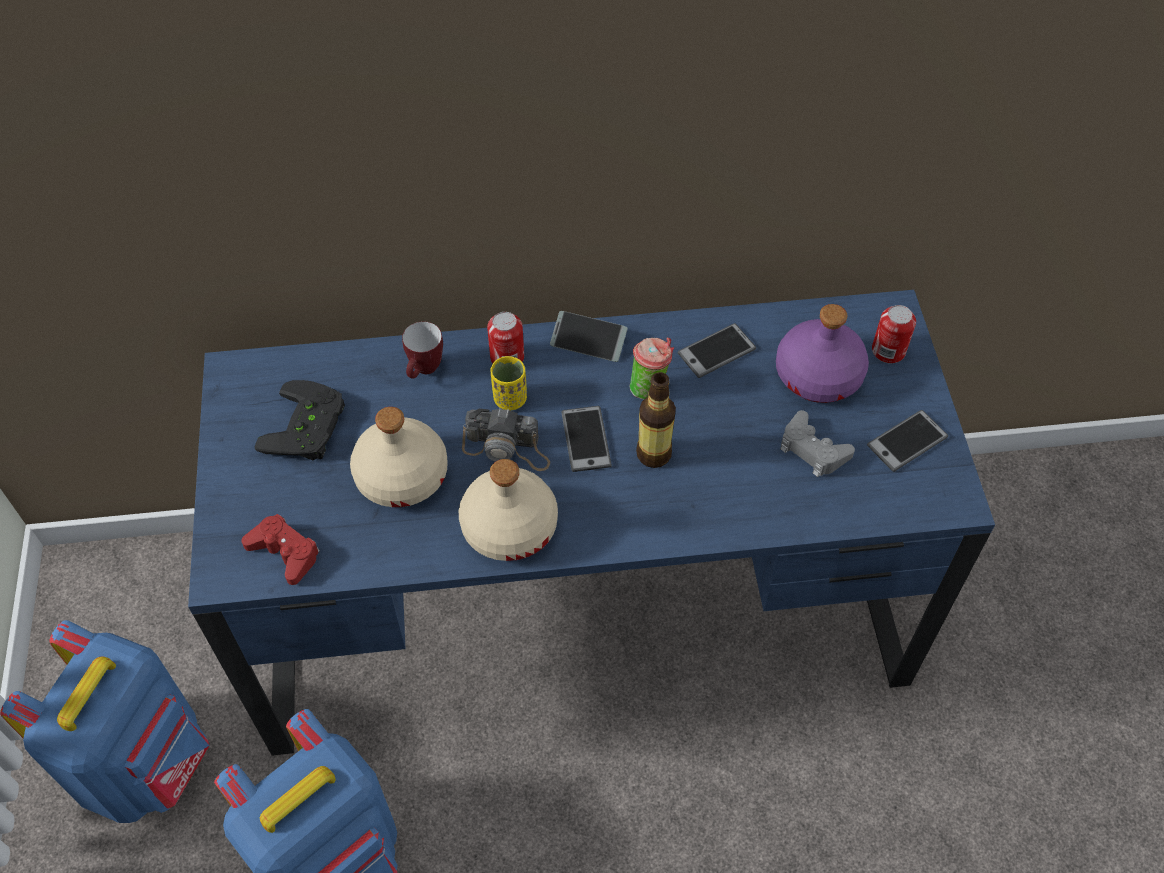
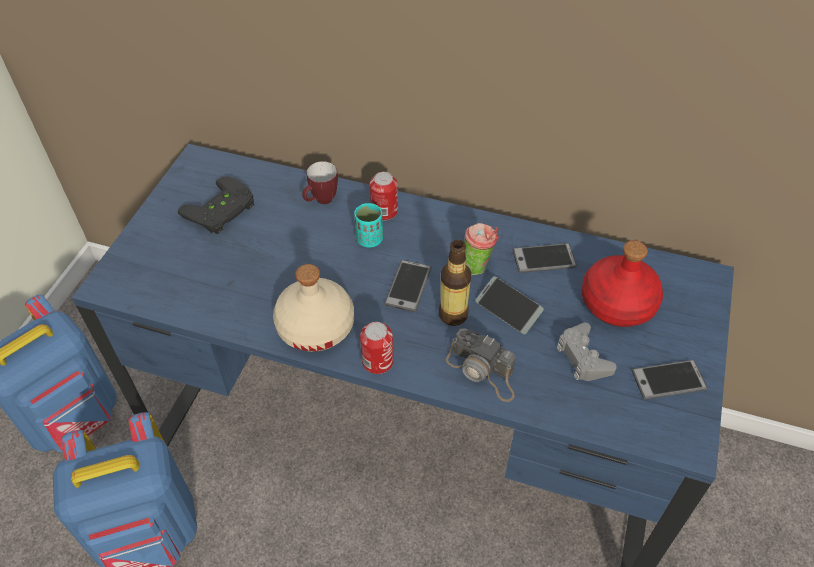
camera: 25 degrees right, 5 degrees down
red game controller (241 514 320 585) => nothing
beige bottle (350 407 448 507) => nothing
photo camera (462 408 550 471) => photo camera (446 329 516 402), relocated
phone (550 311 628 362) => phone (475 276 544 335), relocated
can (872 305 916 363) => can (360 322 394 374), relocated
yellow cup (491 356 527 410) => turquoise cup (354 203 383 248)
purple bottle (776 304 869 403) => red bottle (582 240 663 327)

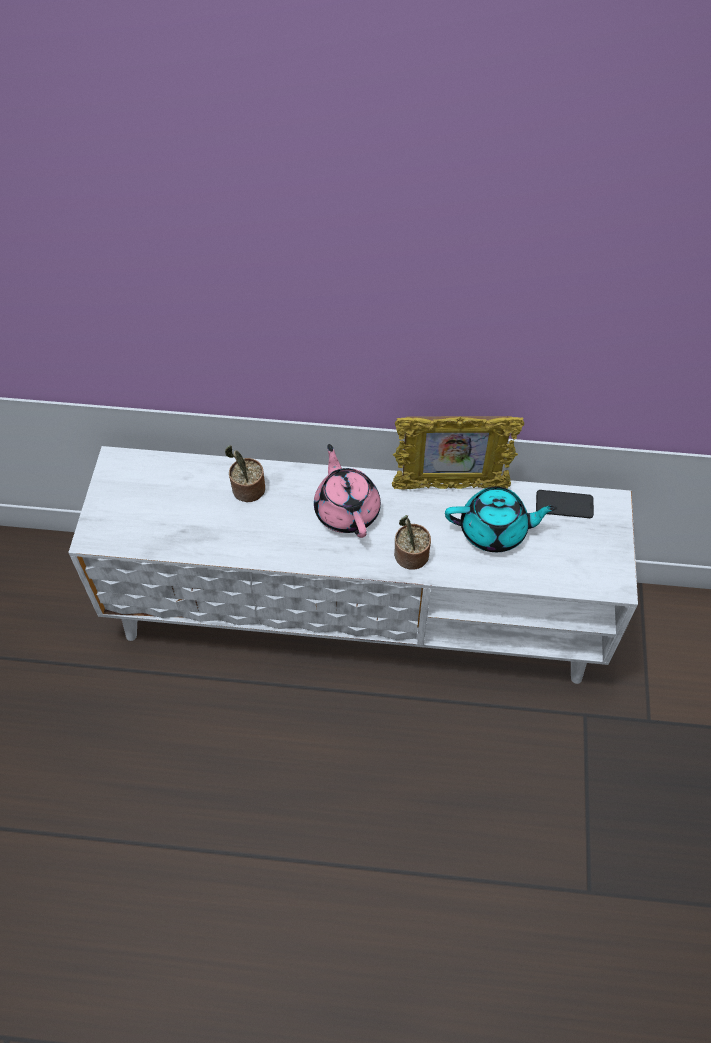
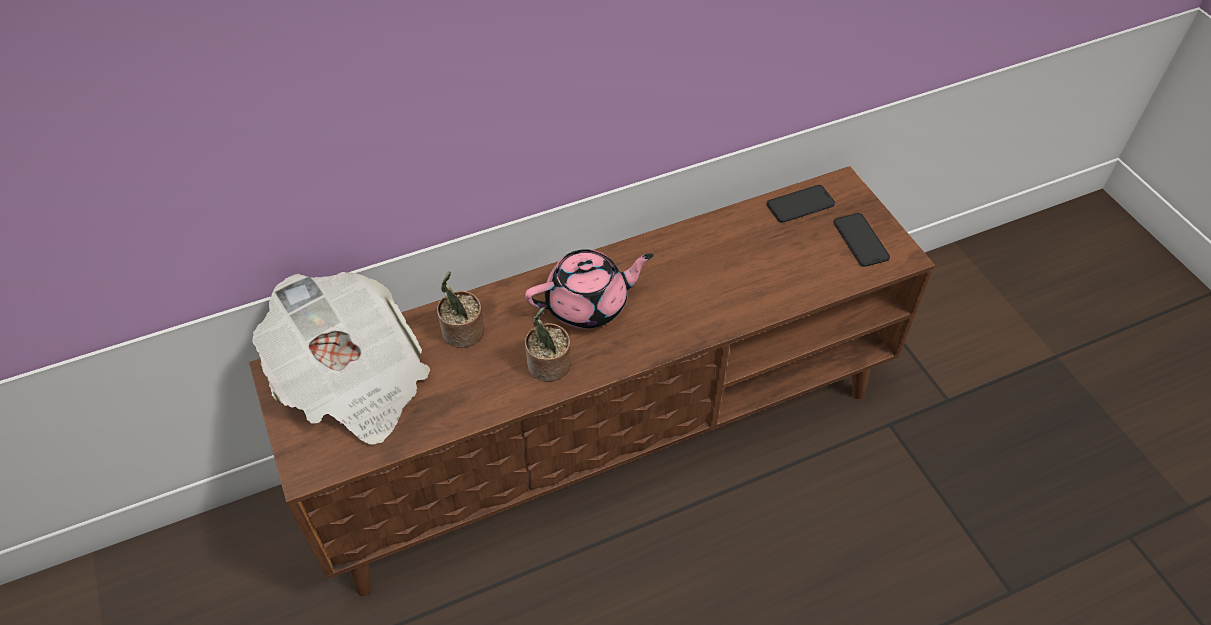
camera: 30 degrees left, 5 degrees down
picture frame (392 416 524 490) => nothing
turquoise teapot (445 487 557 552) => nothing
nothing => newspaper (253 272 430 445)
nothing => phone (833 213 890 267)
potted plant (394 515 431 569) => potted plant (525 307 571 382), relocated
white tv stand (68 446 638 684) => brown tv stand (249 166 935 596)
pink teapot (314 444 381 538) => pink teapot (525 249 653 329), 120 degrees clockwise

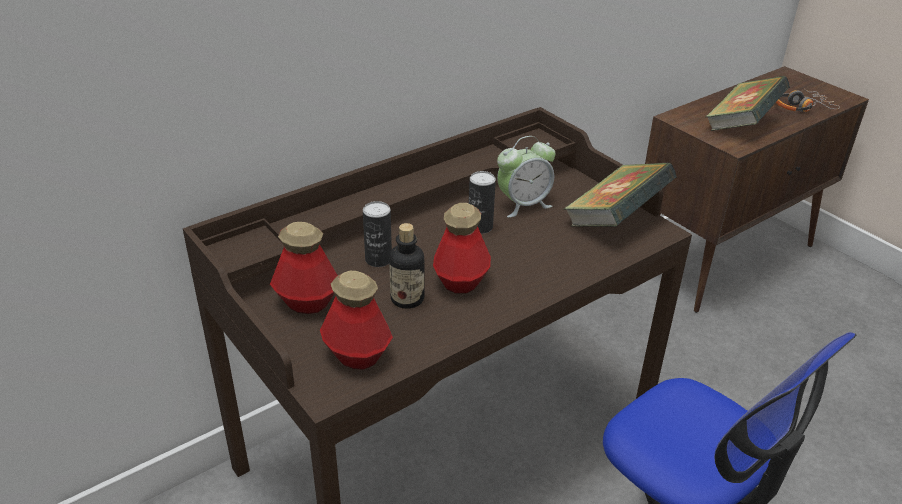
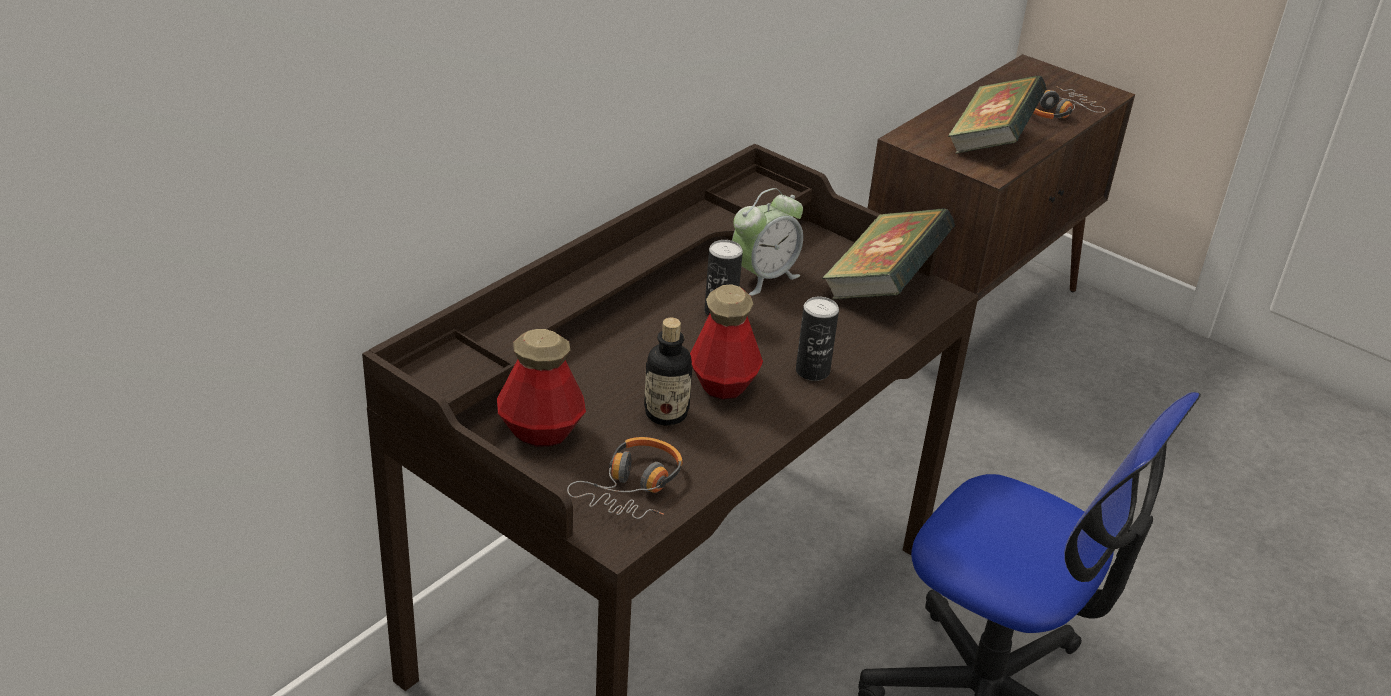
camera: 15 degrees left, 0 degrees up
can (363 201 392 267) => can (796 297 839 381), relocated
bottle (320 271 393 370) => headphones (567 437 683 519)

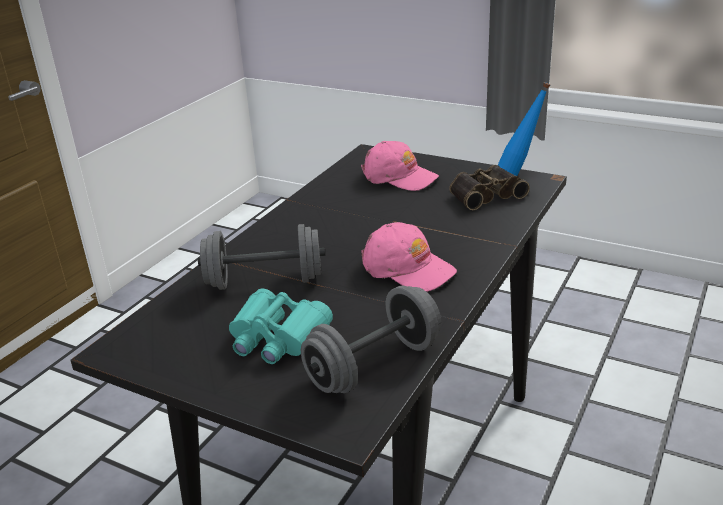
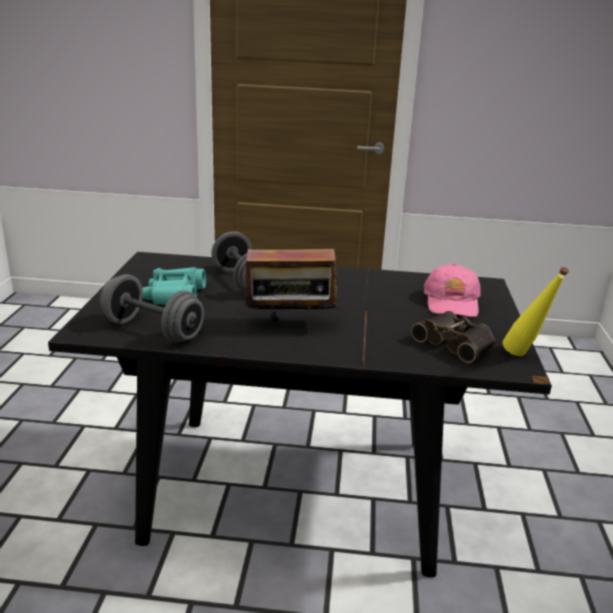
camera: 65 degrees right, 5 degrees down
pink cap (361 222 457 292) => radio (239 230 342 325)
blue bottle (498 82 550 176) => yellow bottle (503 267 569 356)

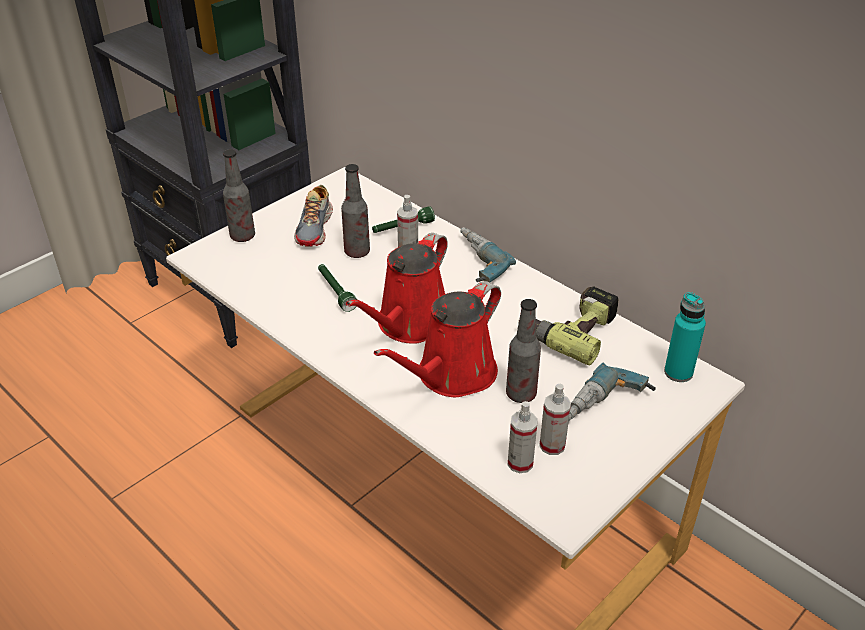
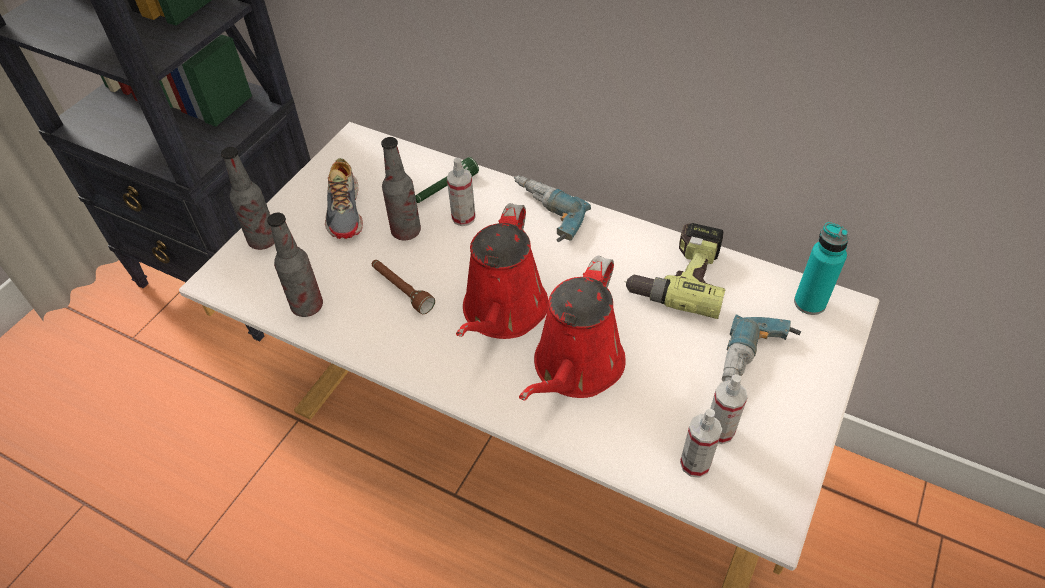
camera: 15 degrees left, 10 degrees up
bottle (506 299 541 403) => bottle (267 213 323 317), relocated
green flashlight (318 264 357 312) => brown flashlight (372 260 435 314)

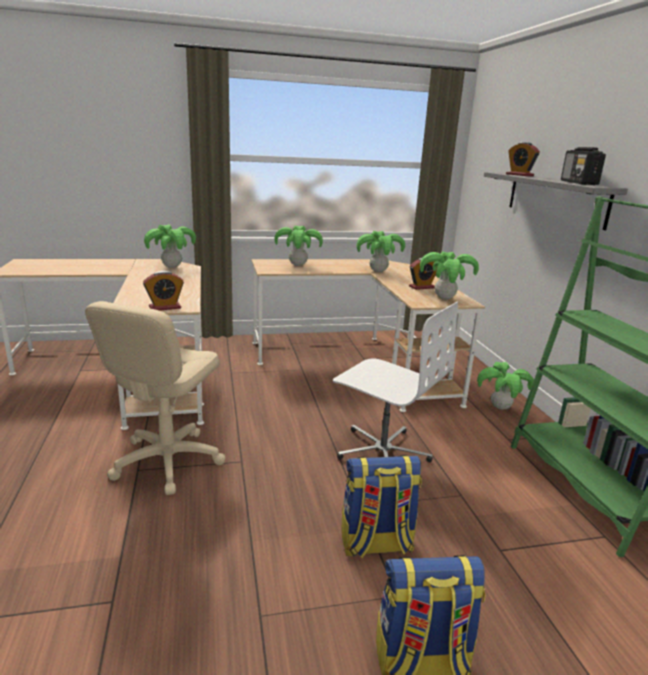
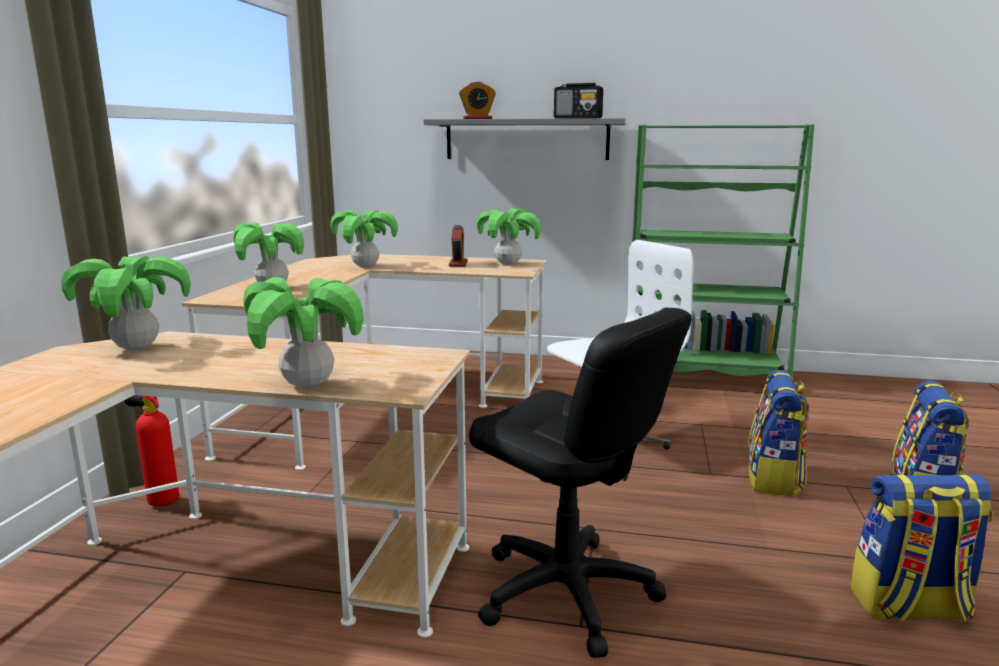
camera: 65 degrees left, 5 degrees down
alarm clock (143 271 184 311) => nothing
nothing => fire extinguisher (124 395 179 506)
nothing => backpack (851 474 993 622)
potted plant (477 362 534 410) => potted plant (243 277 364 388), relocated
beige office chair (85 301 226 495) => black office chair (469 307 692 658)

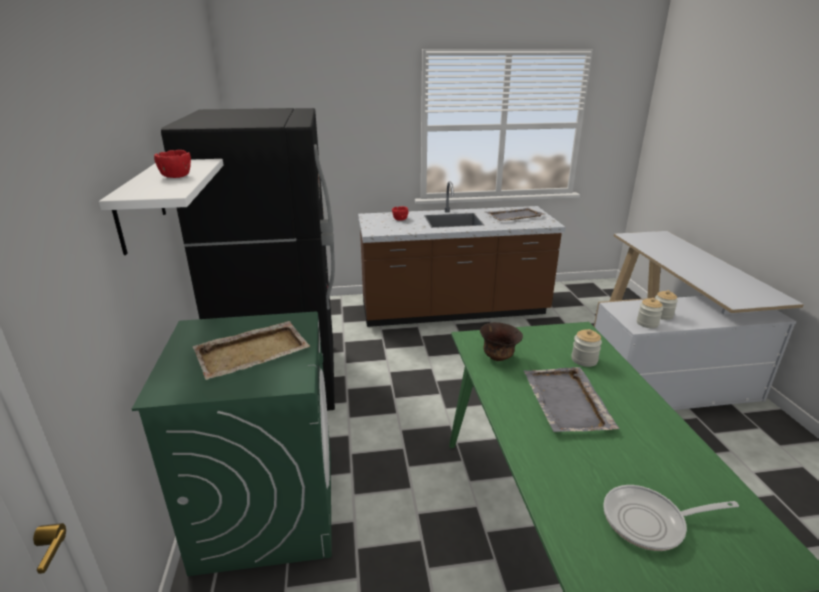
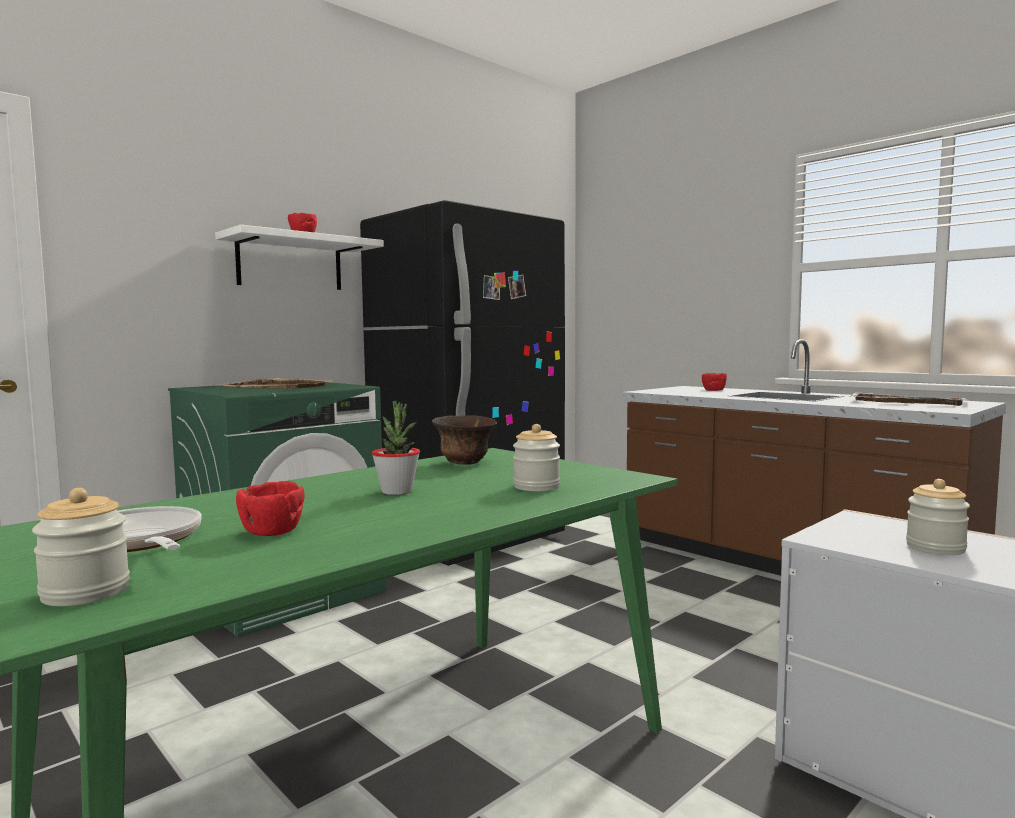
camera: 55 degrees right, 20 degrees down
nothing => red bowl (236 481 305 536)
jar (637 298 663 328) => jar (32 488 130 606), relocated
grey tray (523 367 620 432) => potted plant (372 401 420 495)

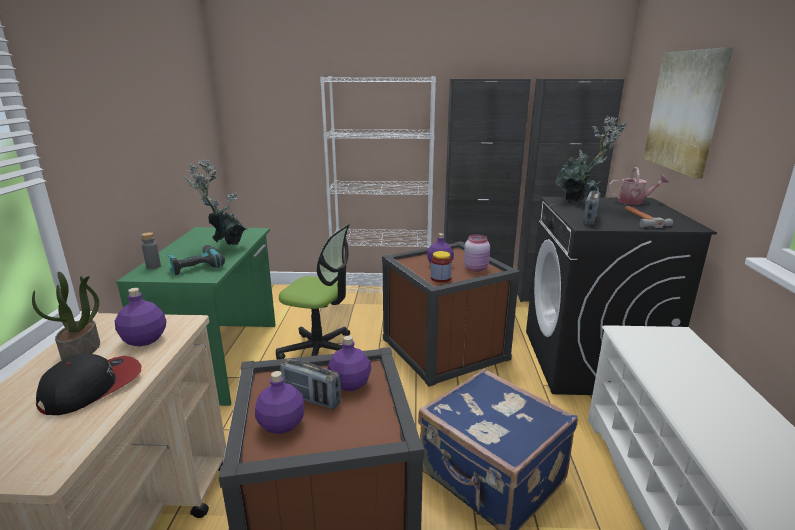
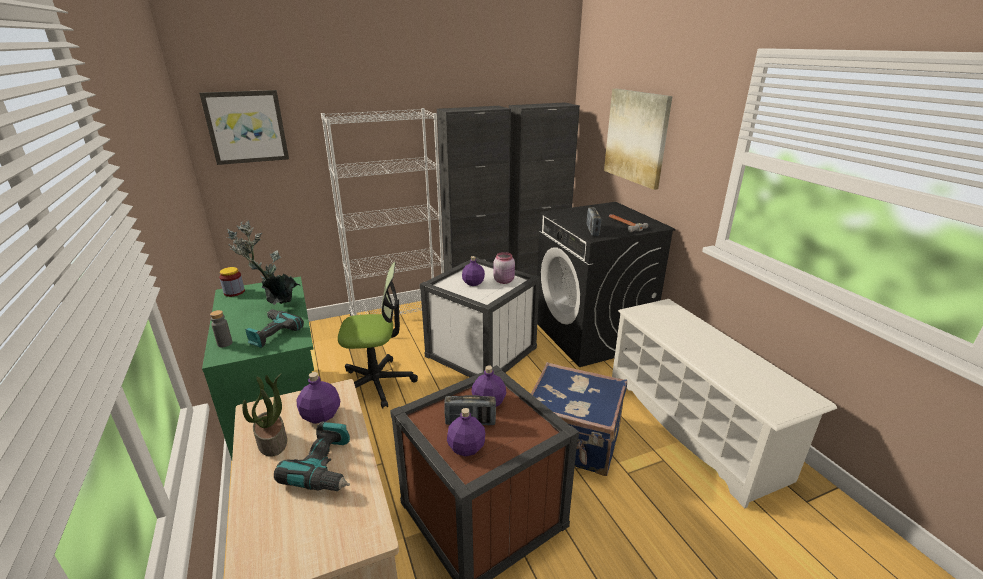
camera: 25 degrees left, 5 degrees up
potted plant (556 116 627 206) => nothing
watering can (609 167 669 205) => nothing
nothing => picture (199 90 289 165)
jar (431 251 452 282) => jar (219 267 245 297), relocated
cap (36 353 141 415) => power drill (274 421 350 491)
brown storage box (382 241 520 387) => white storage box (420 257 540 377)

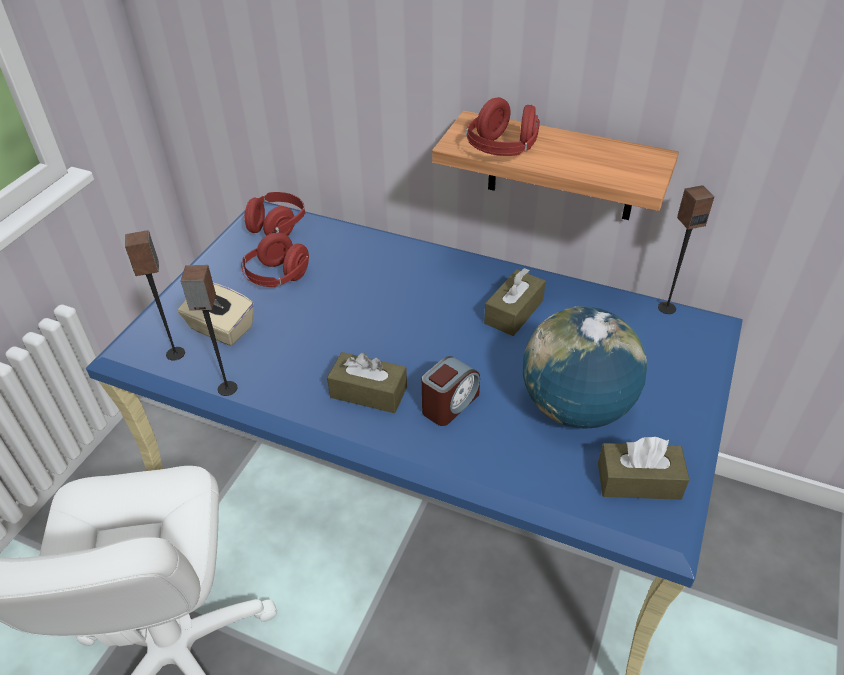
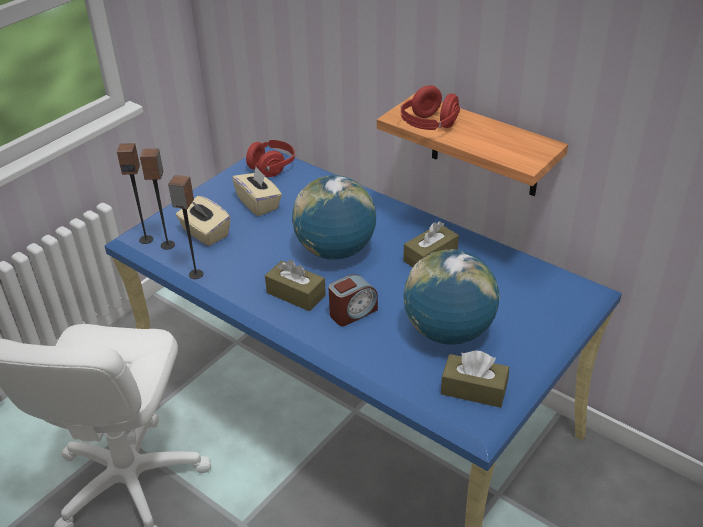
camera: 15 degrees right, 5 degrees down
nothing => globe (292 175 376 259)
speaker (658 185 714 314) => speaker (117 143 153 244), relocated
red headphones (241 233 309 287) => beige tissue box (232 167 282 216)

